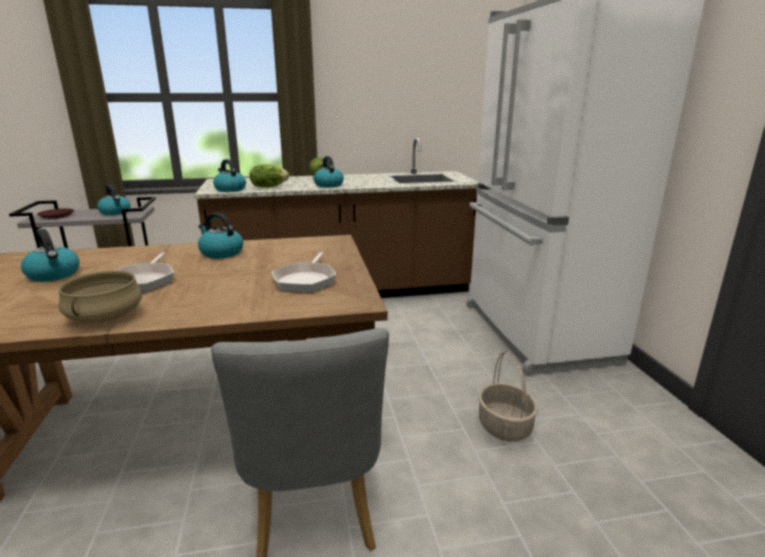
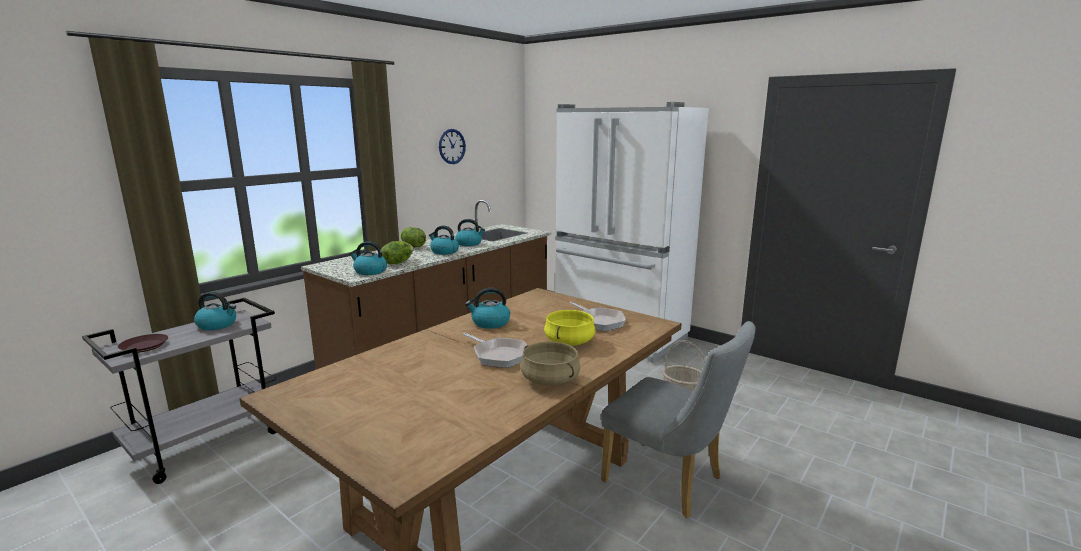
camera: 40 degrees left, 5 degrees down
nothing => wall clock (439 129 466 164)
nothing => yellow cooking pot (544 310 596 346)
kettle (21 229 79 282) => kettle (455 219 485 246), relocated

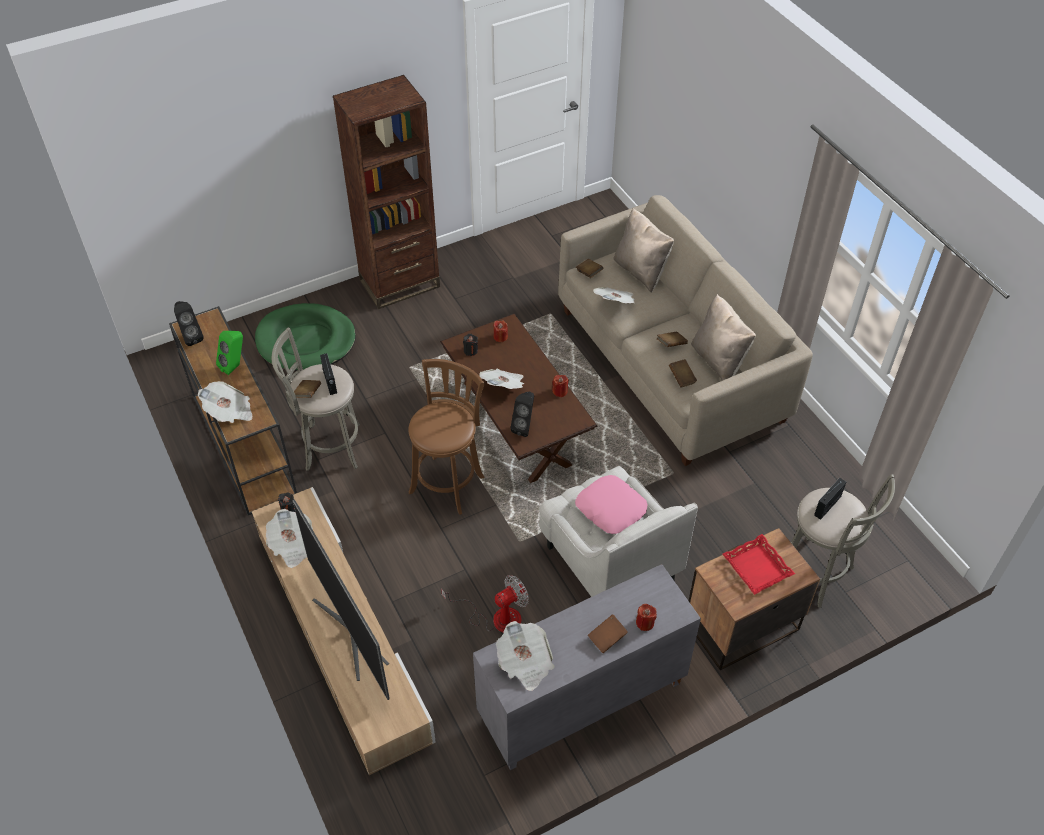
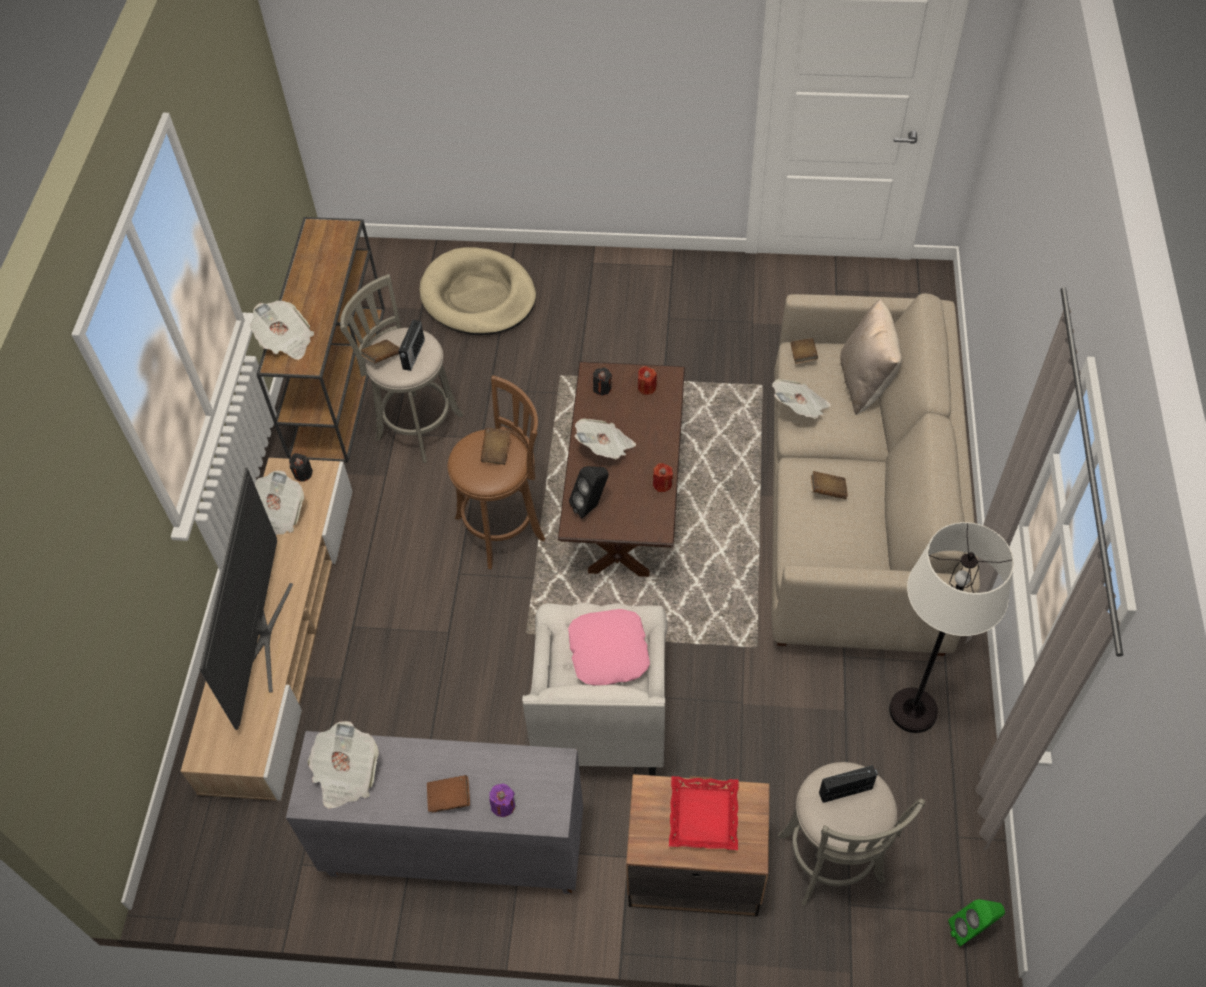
camera: 35 degrees right, 5 degrees up
black speaker (174 301 204 346) => nothing
brown bookcase (333 75 440 309) => nothing
fan (441 575 529 633) => nothing
beige pillow (691 294 756 381) => nothing
nothing => white floor lamp (889 522 1014 733)
green speaker (216 331 243 375) => green speaker (948 899 1005 946), relocated
brown book (669 359 697 387) => brown book (481 428 510 465), relocated
green dog bed (255 303 356 371) => beige dog bed (419 247 536 335)
red candle (636 604 657 631) => purple candle (489 784 515 817)

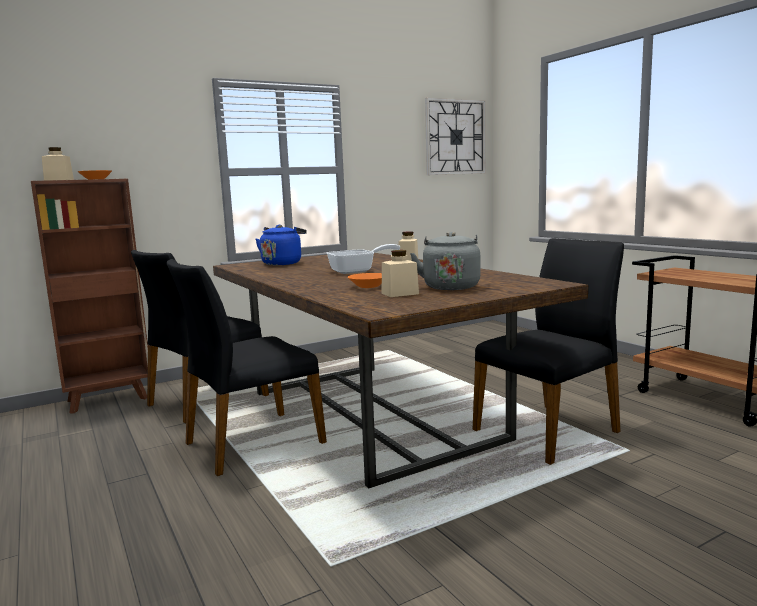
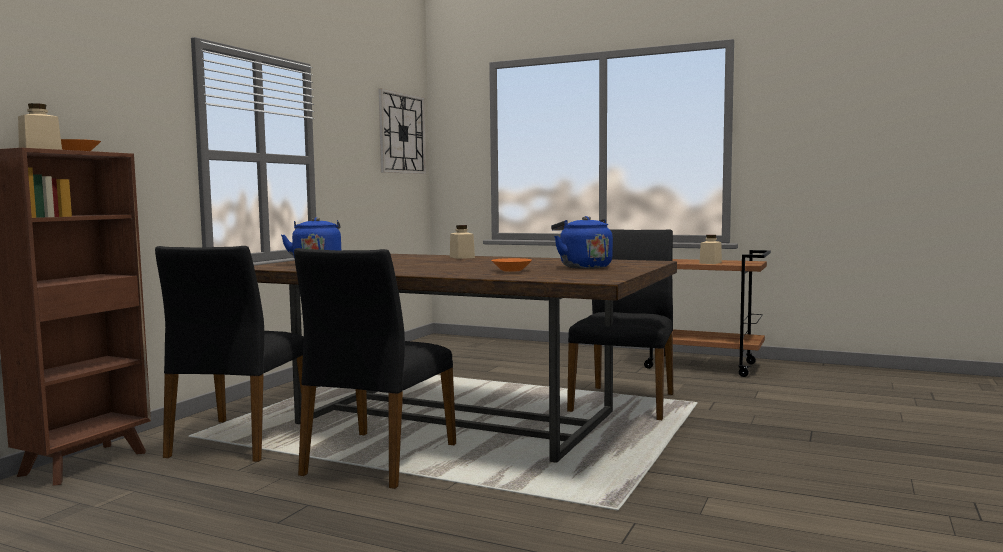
camera: 35 degrees left, 5 degrees down
frying pan (327 244 400 274) => nothing
beige jar (382 250 419 297) => beige jar (699 235 722 264), relocated
grey kettle (410 232 481 290) => blue kettle (551 216 613 269)

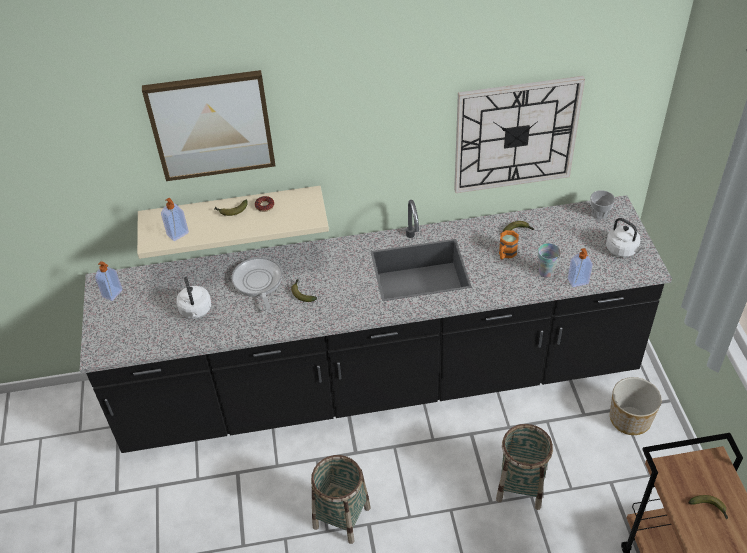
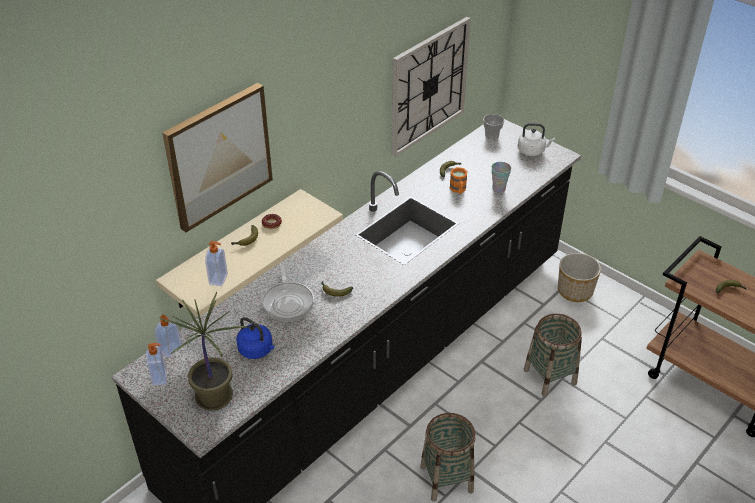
camera: 40 degrees left, 5 degrees down
nothing => potted plant (159 292 250 410)
soap dispenser (568 248 592 287) => soap dispenser (155 315 181 358), relocated
white kettle (176 277 211 319) => blue kettle (236 317 275 359)
frying pan (232 257 282 313) => frying pan (262 262 314 322), 135 degrees counterclockwise

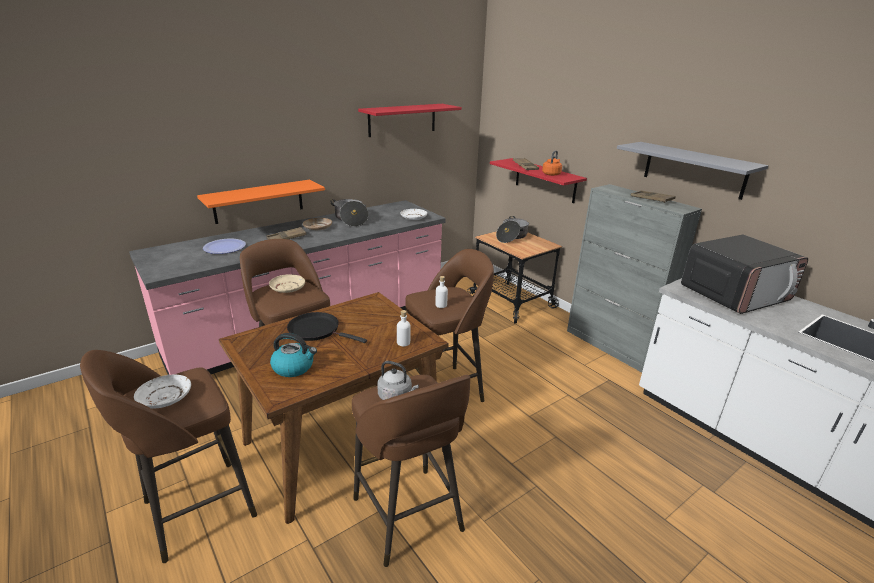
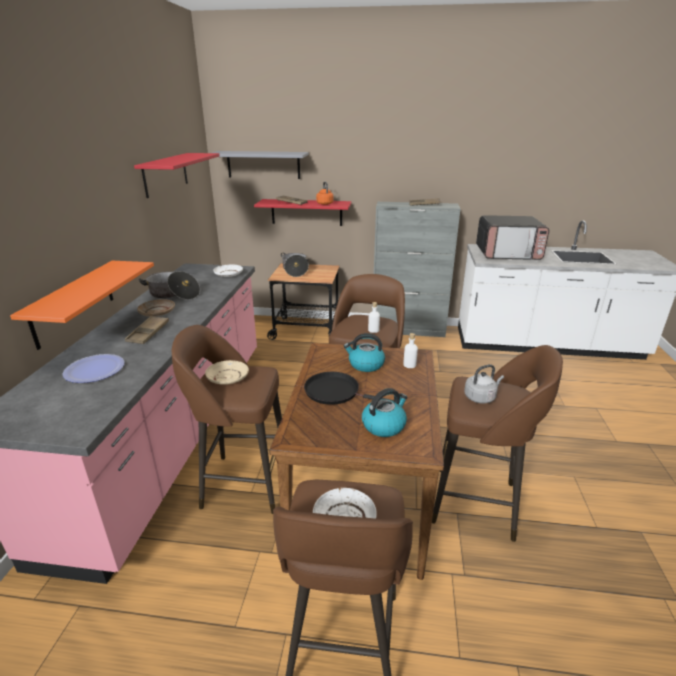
camera: 45 degrees left, 0 degrees up
nothing => kettle (344 333 385 372)
grey shelf (617 142 768 200) => grey shelf (212 151 309 179), relocated
black frying pan (287 312 367 343) => black frying pan (304 372 394 405), 45 degrees clockwise
microwave (681 235 808 314) => microwave (476 215 549 260), 75 degrees clockwise

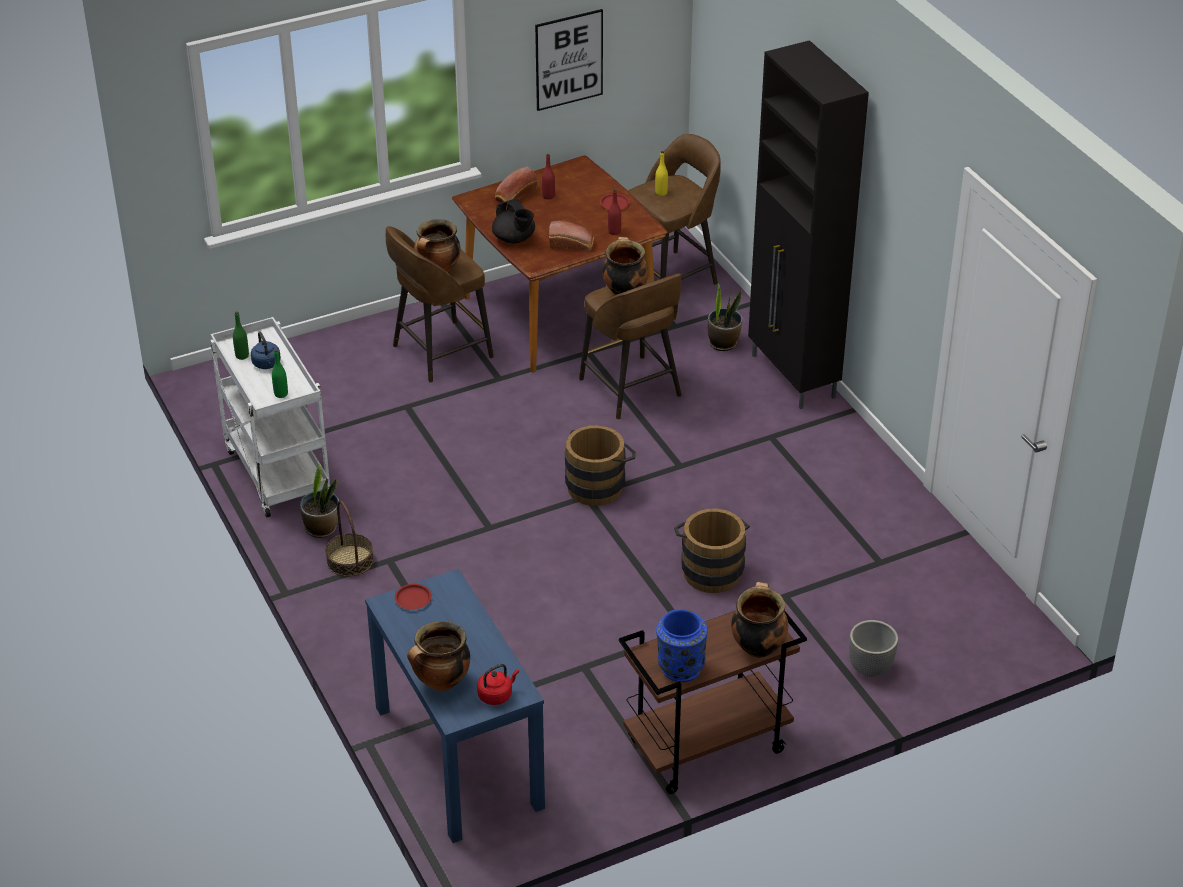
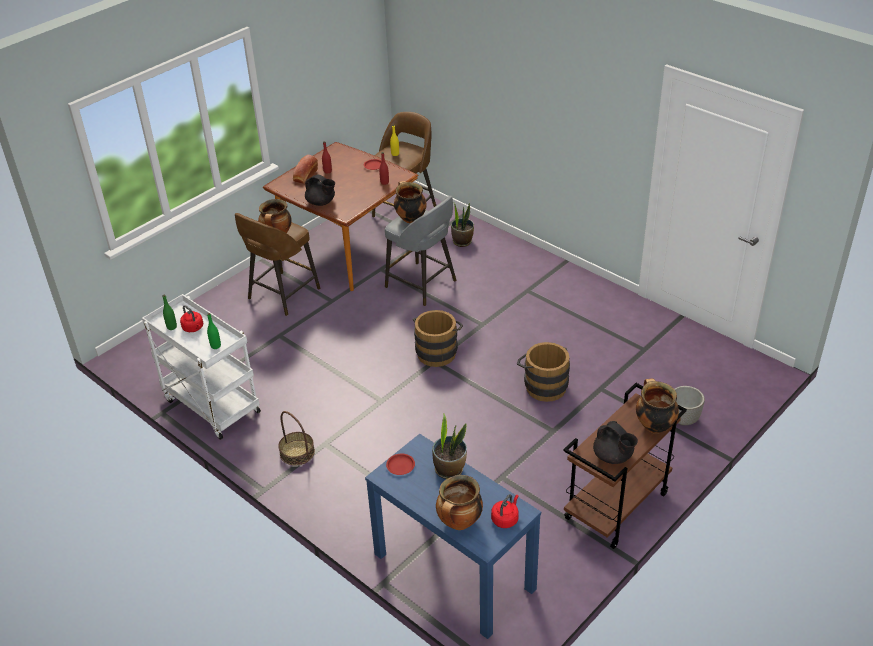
camera: 20 degrees left, 0 degrees up
picture (535 9 603 111) => nothing
bread (549 221 594 251) => nothing
black cabinet (748 40 869 409) => nothing
potted plant (300 462 339 538) => potted plant (432 414 467 479), relocated
blue vase (656 609 708 682) => black teapot (593 421 638 464)
blue kettle (251 332 281 369) => red kettle (180 305 203 332)
brown stool (579 274 682 419) => grey stool (385 196 457 306)

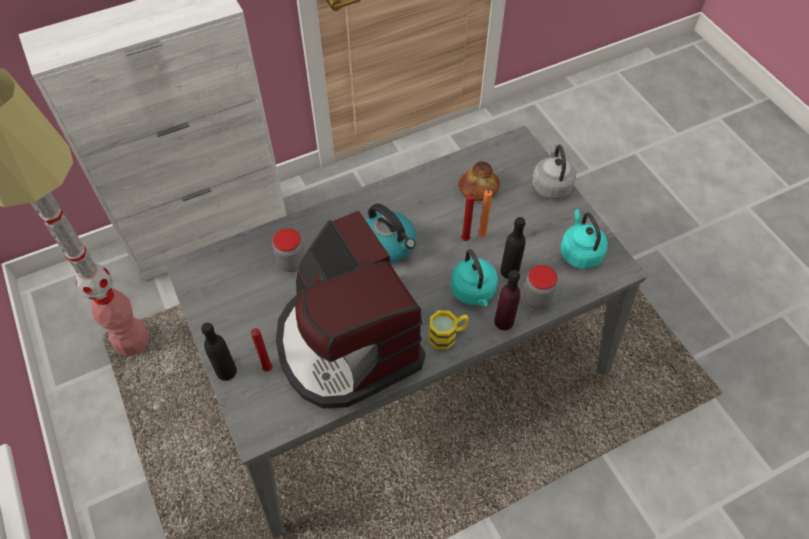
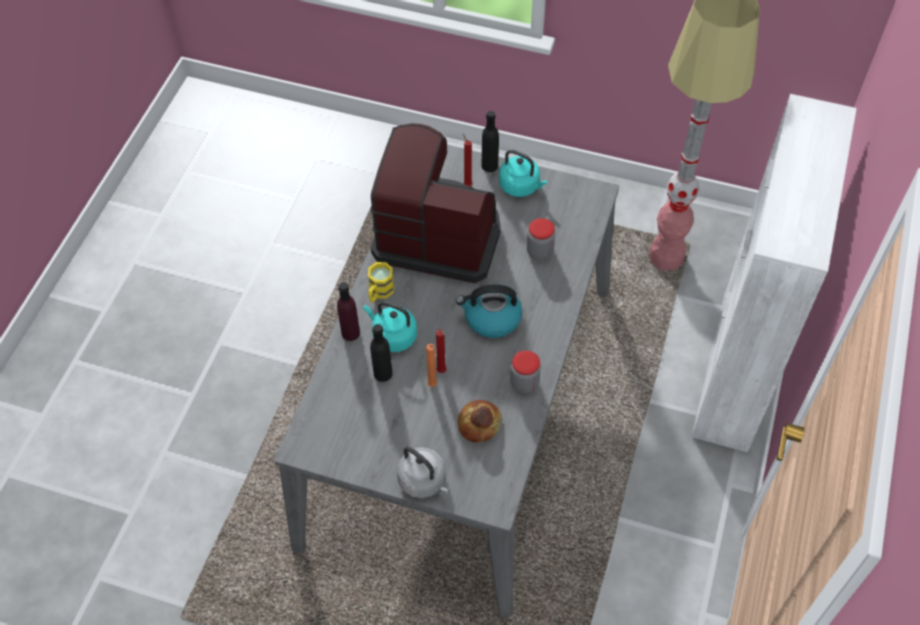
camera: 135 degrees right, 0 degrees up
jar (523 265 557 309) => jar (510 350 541 394), relocated
turquoise kettle (560 209 608 269) => turquoise kettle (499 150 548 197), relocated

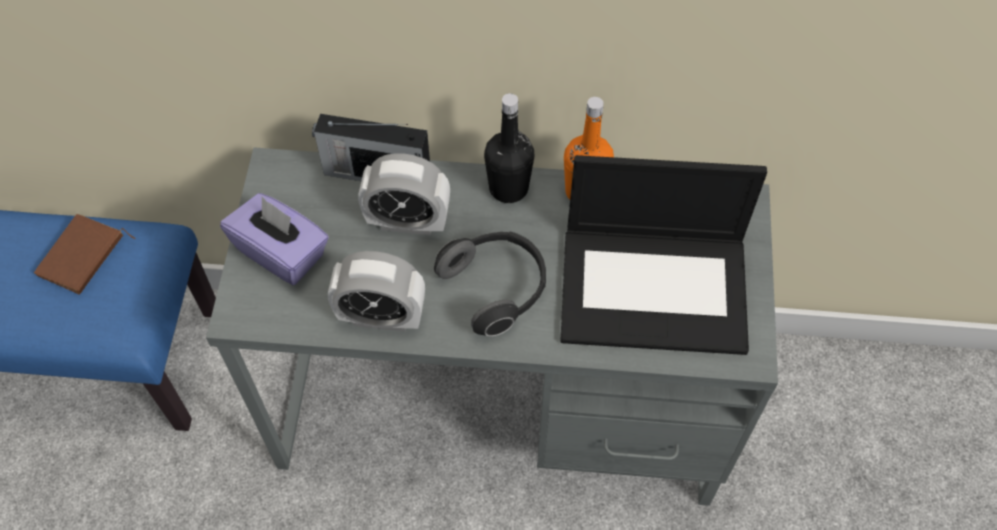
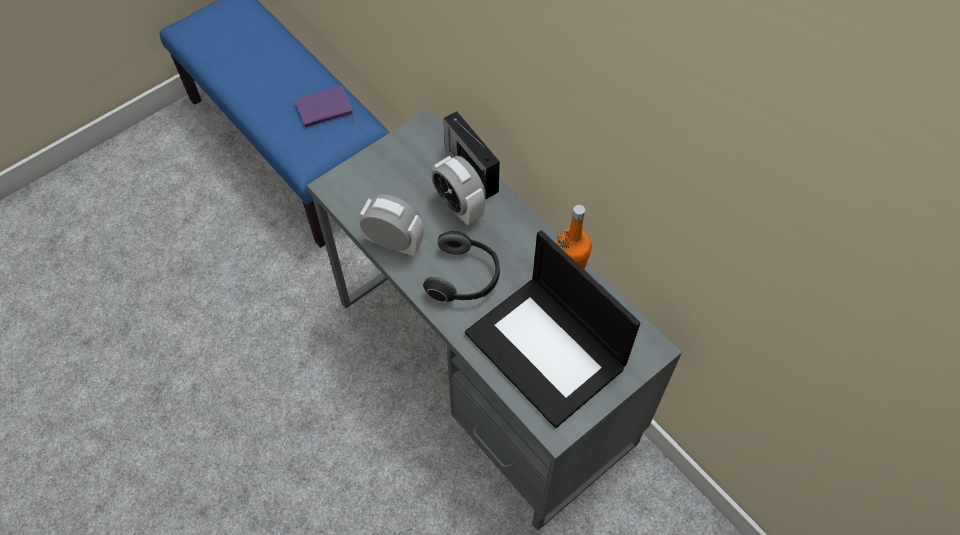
camera: 45 degrees right, 0 degrees up
purple tissue box (220 193 329 285) => nothing
black bottle (484 93 534 203) => nothing
brown book (34 214 135 295) => purple book (295 86 355 127)
alarm clock (328 251 425 332) => alarm clock (358 194 424 256), 150 degrees clockwise

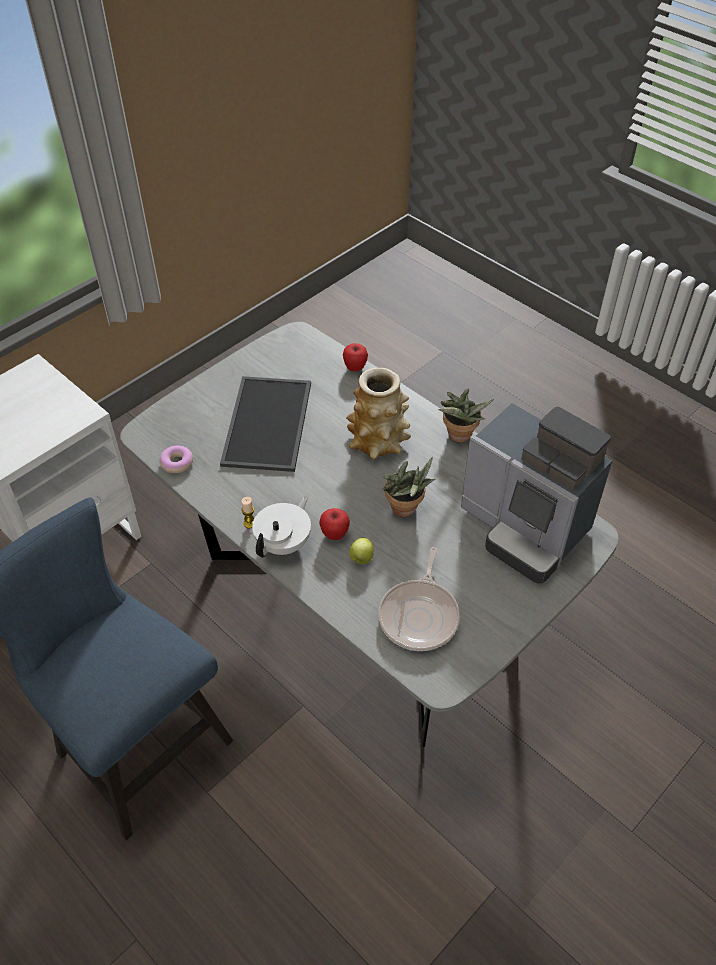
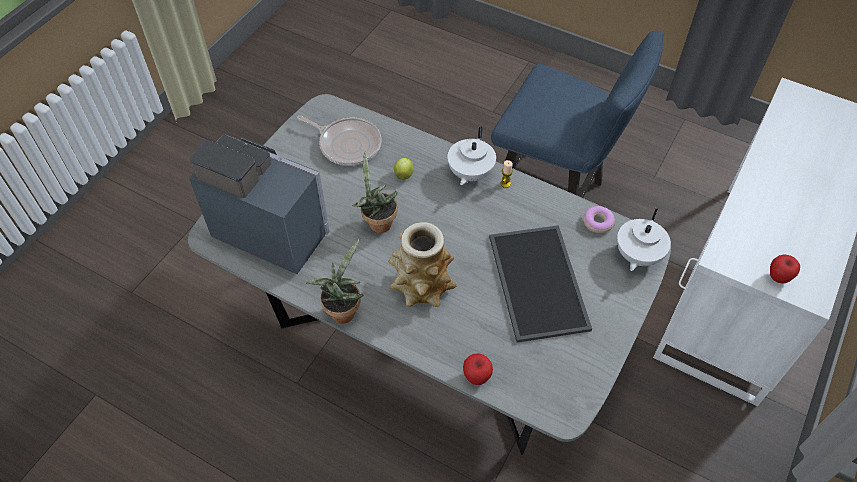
camera: 165 degrees right, 5 degrees up
nothing => white teapot (617 207 671 271)
apple (319 508 350 540) => apple (770 254 800 284), relocated
frying pan (378 547 460 651) => frying pan (297 116 382 166), 120 degrees clockwise

